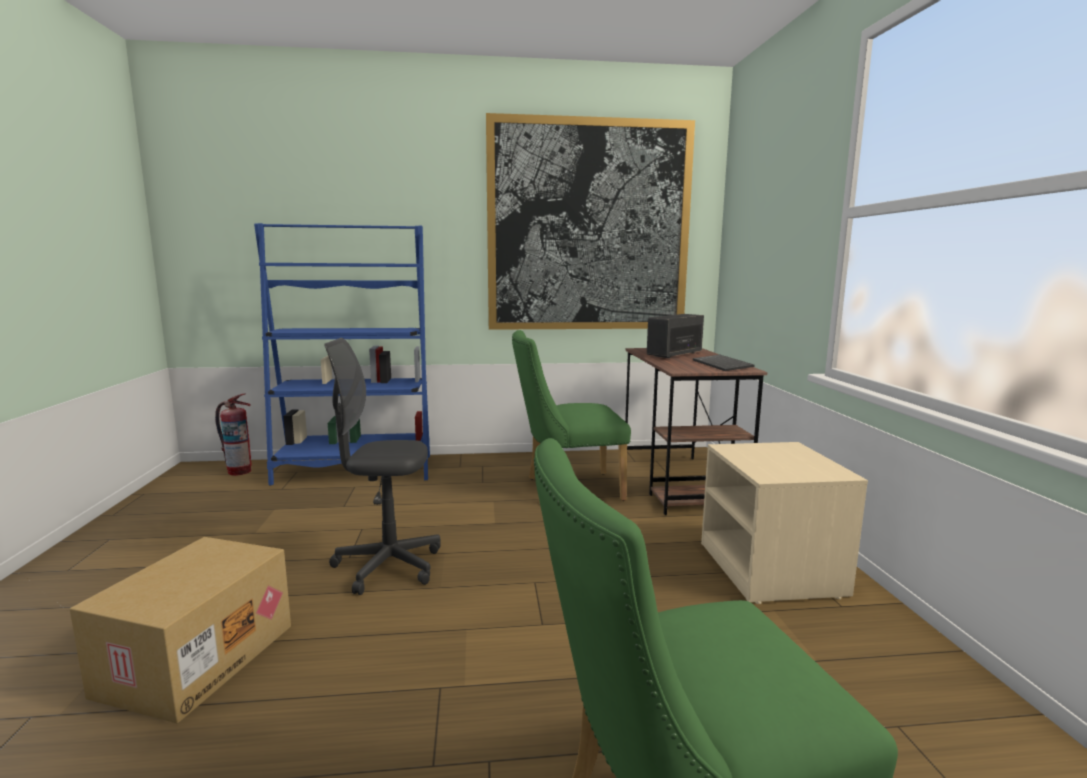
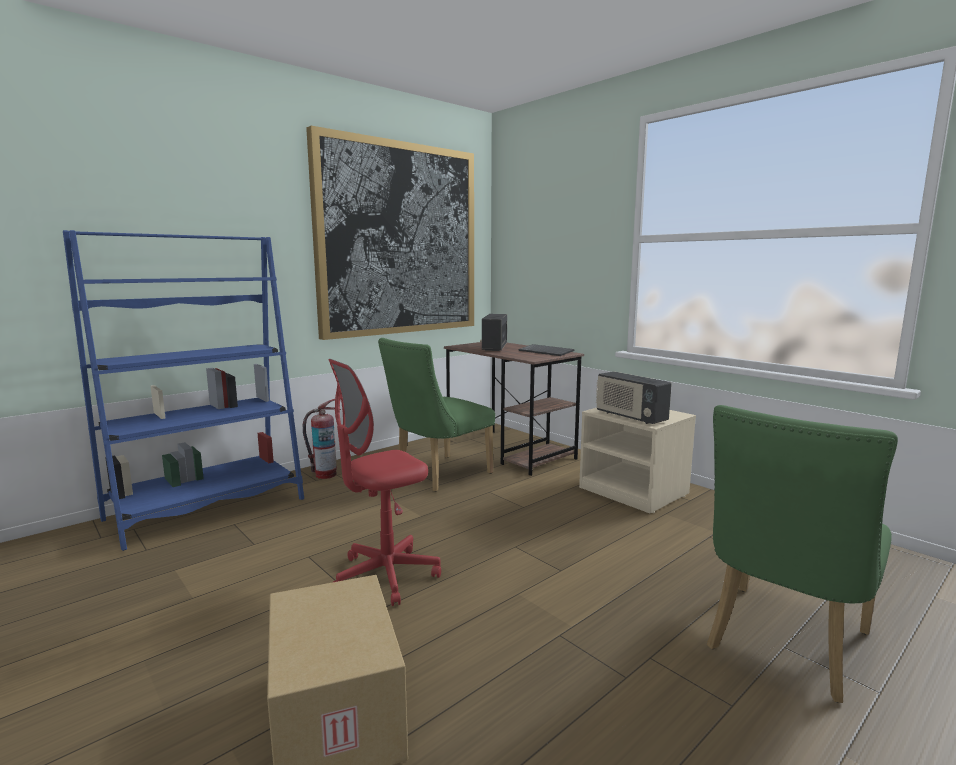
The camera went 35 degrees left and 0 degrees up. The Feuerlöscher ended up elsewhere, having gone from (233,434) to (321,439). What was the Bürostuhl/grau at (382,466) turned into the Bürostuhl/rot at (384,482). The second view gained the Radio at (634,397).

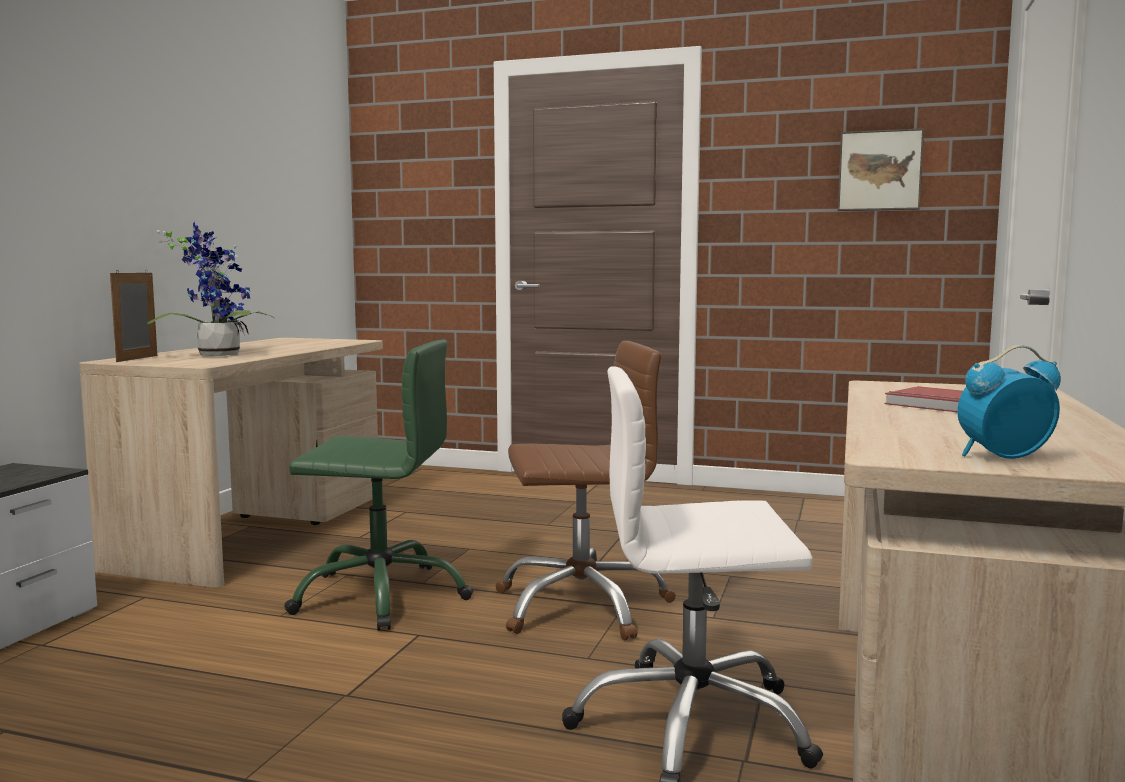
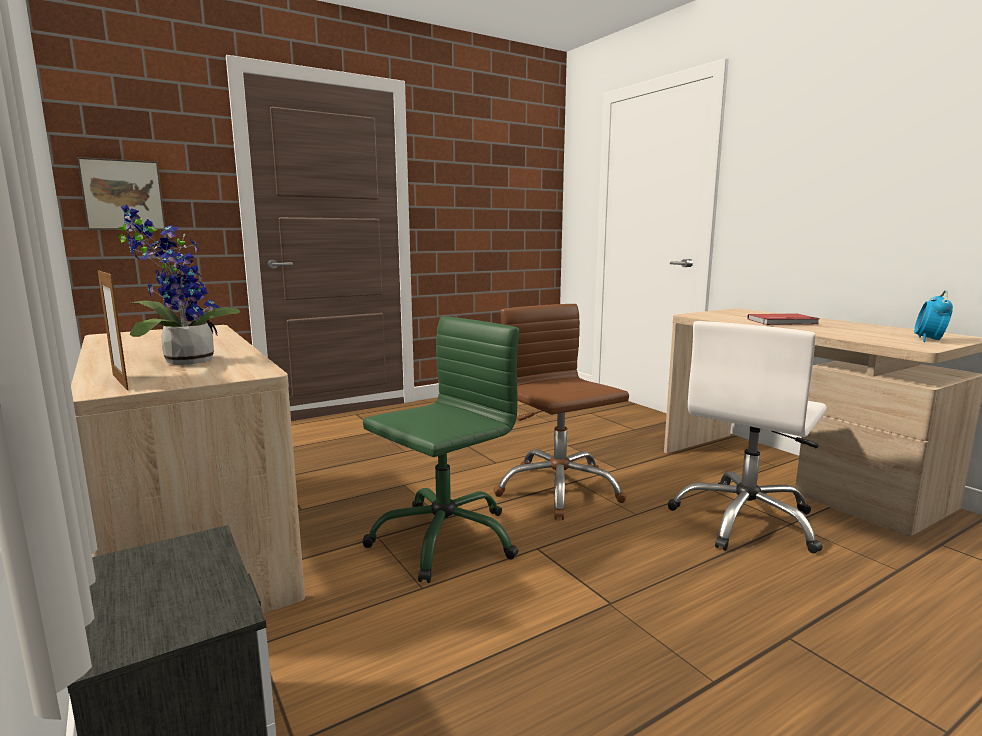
The camera went 50 degrees left and 5 degrees up. The Bürostuhl/braun at (586,491) ended up facing another way, 60 degrees counterclockwise from before. The Bild ended up elsewhere, having gone from (881,169) to (121,193).

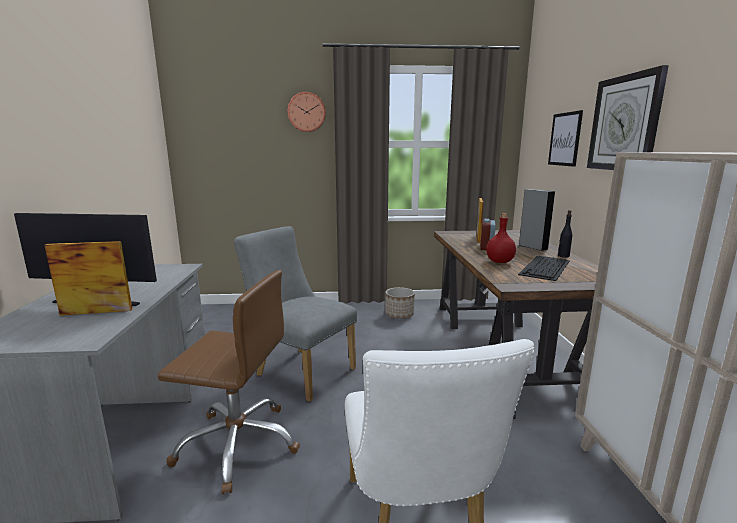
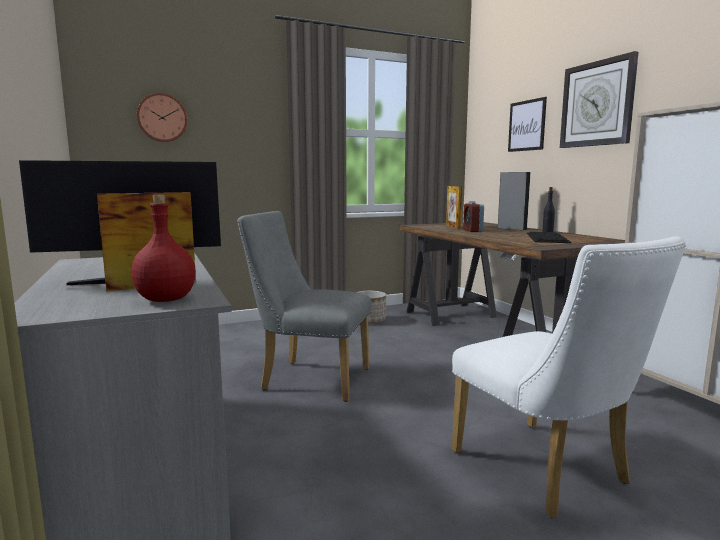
The camera went 20 degrees left and 5 degrees down. The second view lost the Bürostuhl/braun at (229,382). The Wanduhr ended up elsewhere, having gone from (307,112) to (162,117). The Flasche/rot ended up elsewhere, having gone from (501,238) to (163,248).

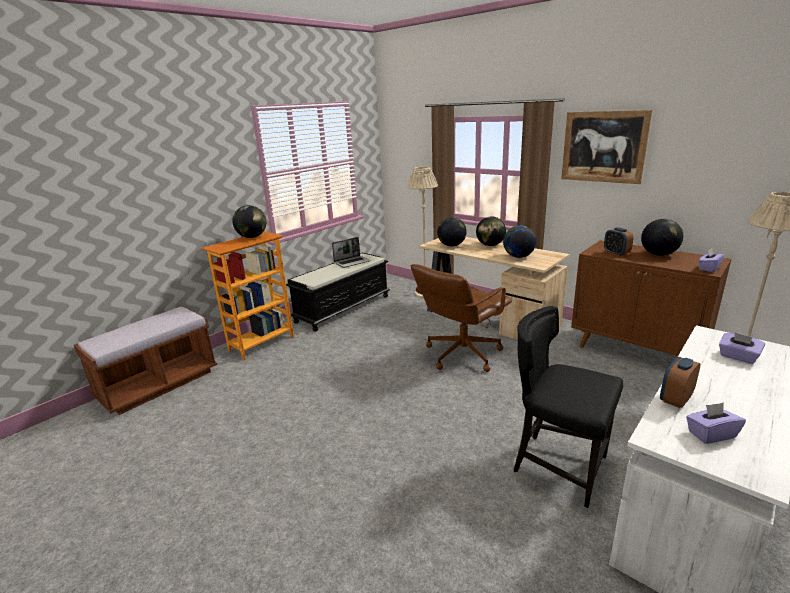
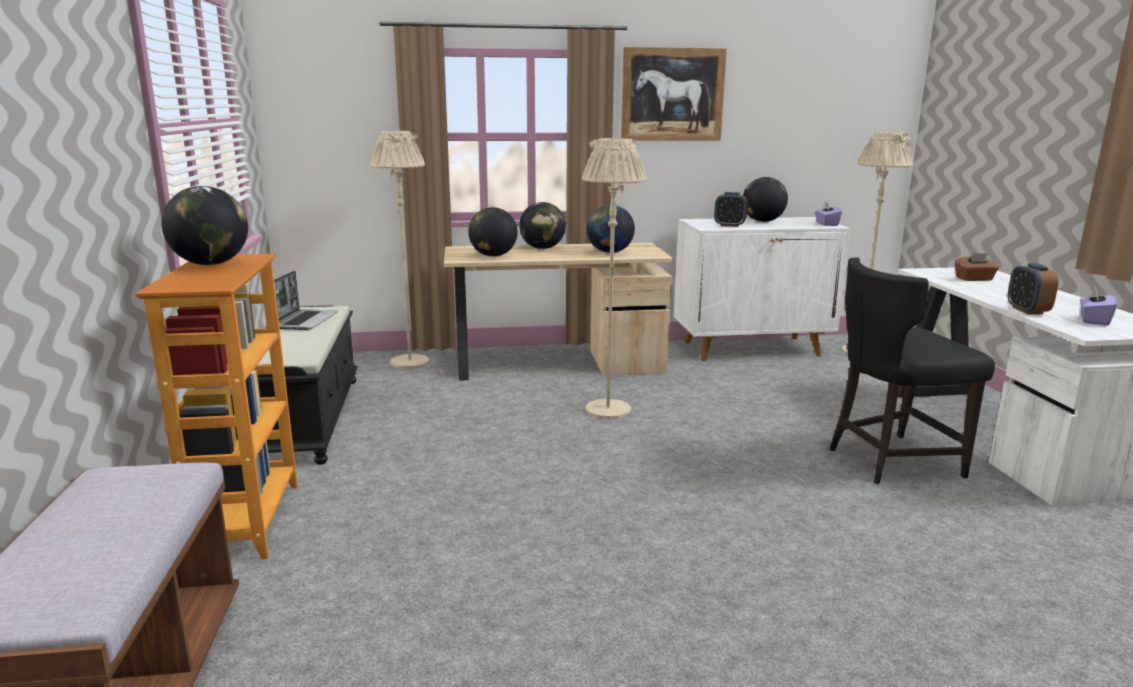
The camera went 50 degrees left and 5 degrees down. Where the Bürostuhl/braun stood at (461,318), the Stehlampe/beige came to stand at (614,278). What was the Schrank/braun at (651,298) turned into the Schrank/weiß at (762,289). What was the Taschentuchbox/lila at (742,348) turned into the Taschentuchbox/braun at (977,267).

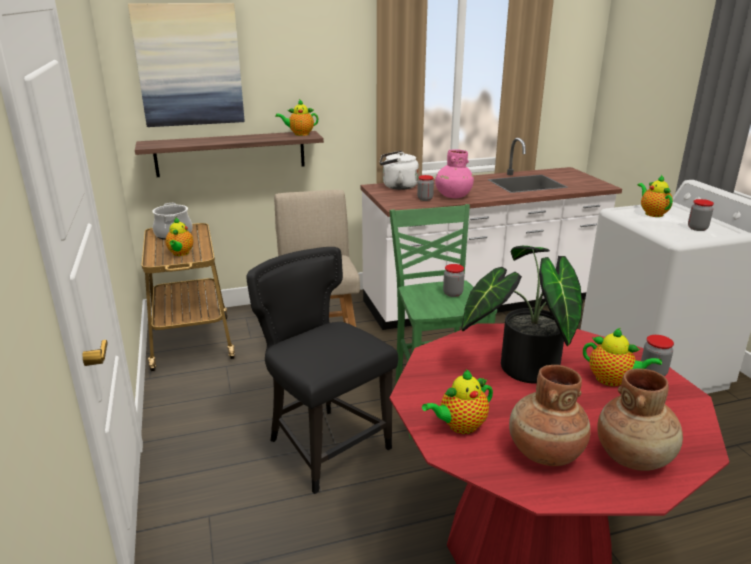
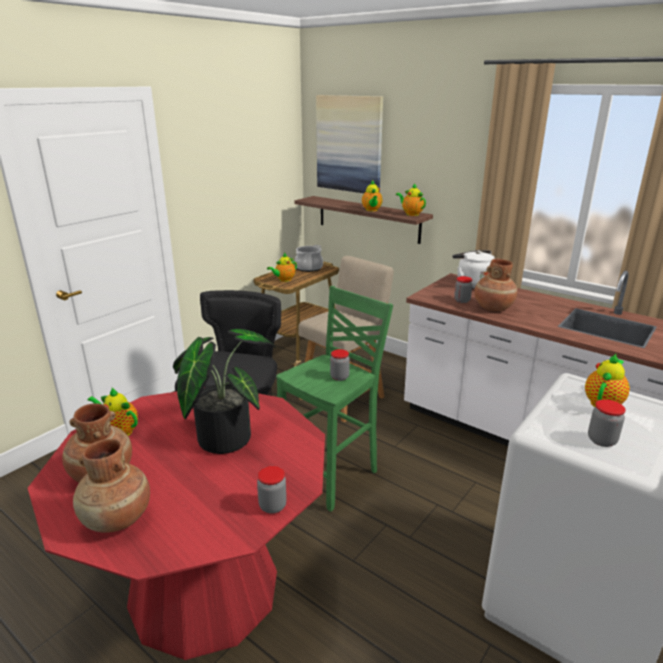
The camera went 55 degrees right and 0 degrees up. What was the Vase/rosa at (454,173) turned into the Vase/braun at (495,285). The Teekanne ended up elsewhere, having gone from (622,357) to (372,195).

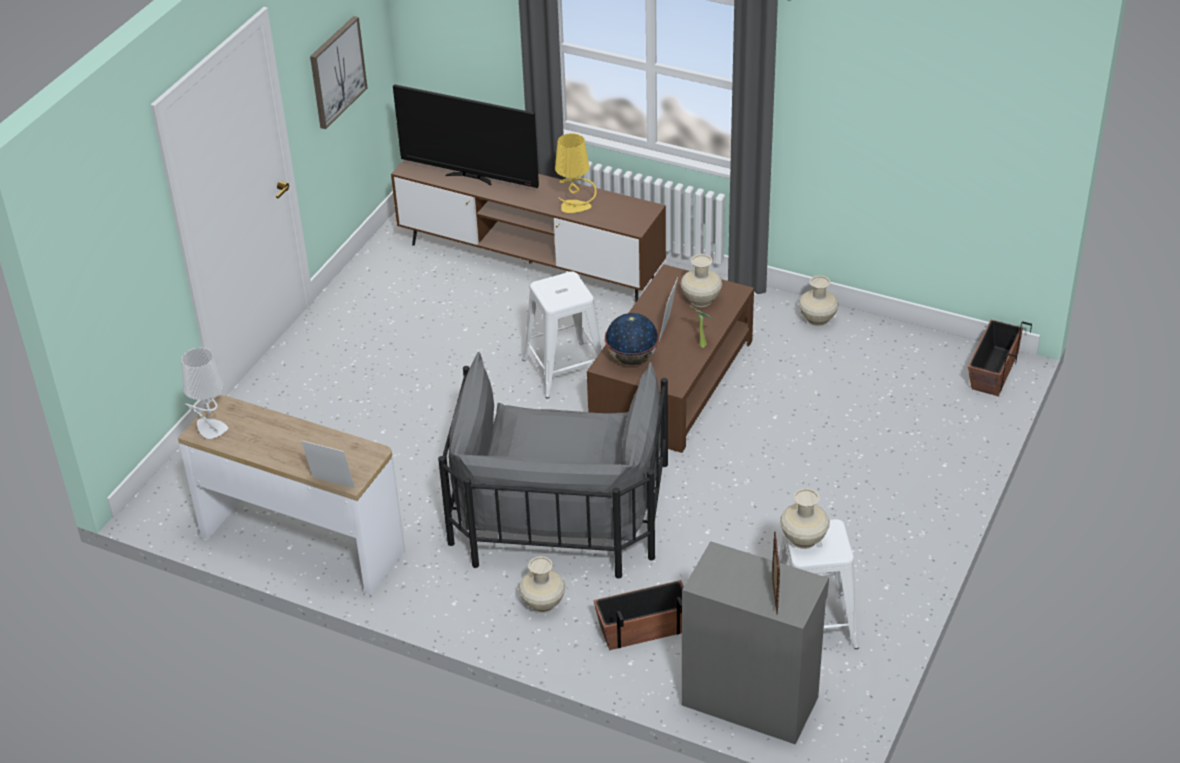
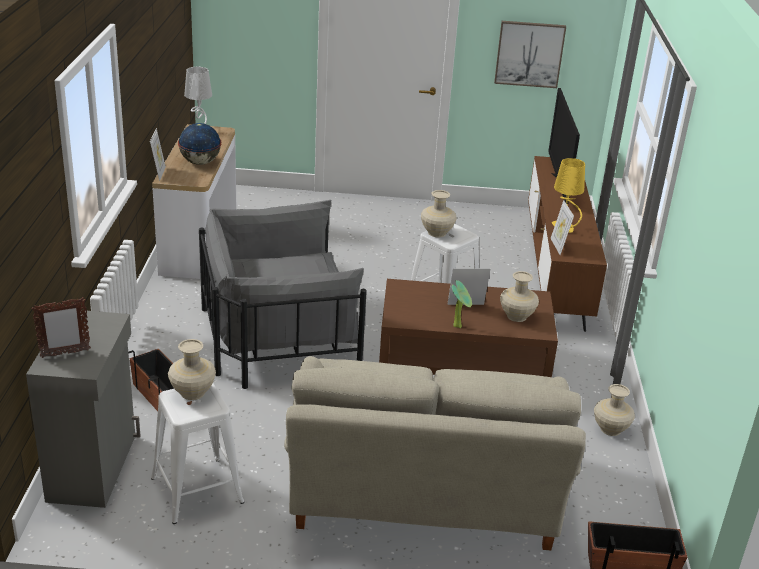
The camera went 65 degrees right and 10 degrees down. The Vase/beige ended up elsewhere, having gone from (542,584) to (439,214). The Globus ended up elsewhere, having gone from (632,339) to (199,144). The second view gained the Sofa/beige at (435,453). The second view gained the Bilderrahmen at (562,227).

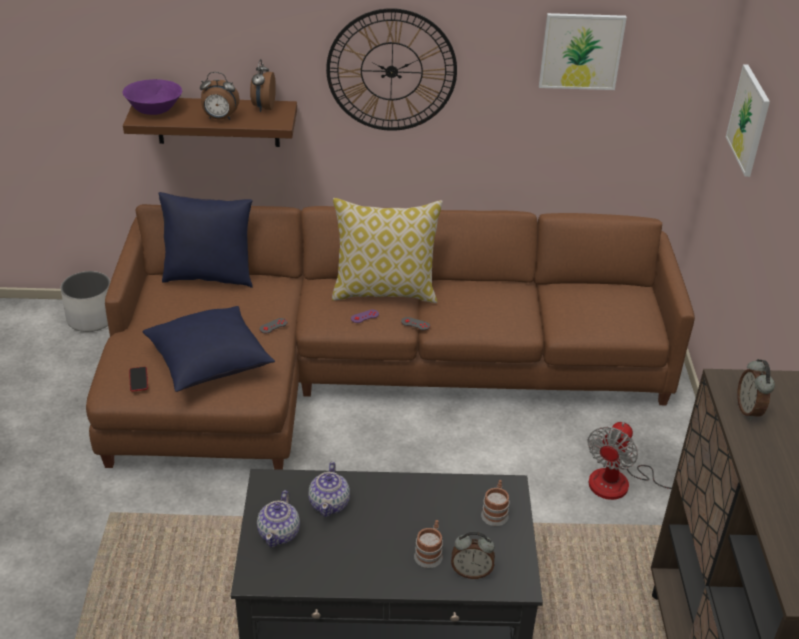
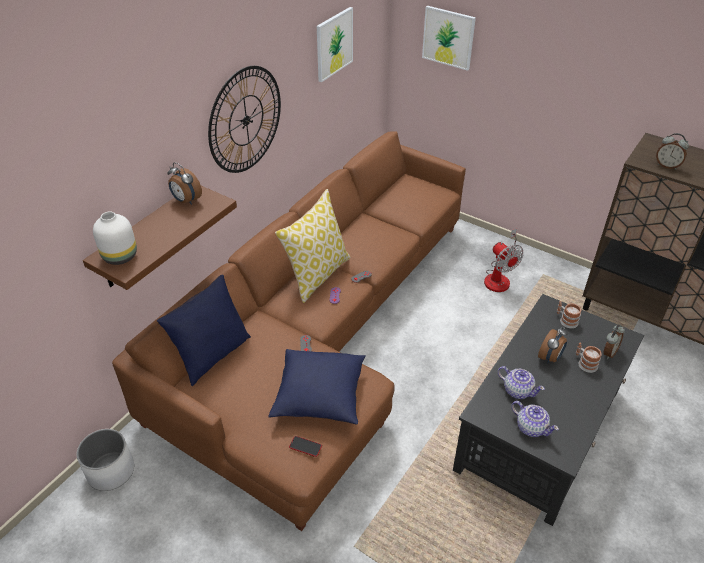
The camera went 55 degrees left and 5 degrees up. Where the Schüssel/lila stood at (152,97), the Vase/weiß came to stand at (115,238). The Wecker ended up elsewhere, having gone from (220,96) to (553,345).

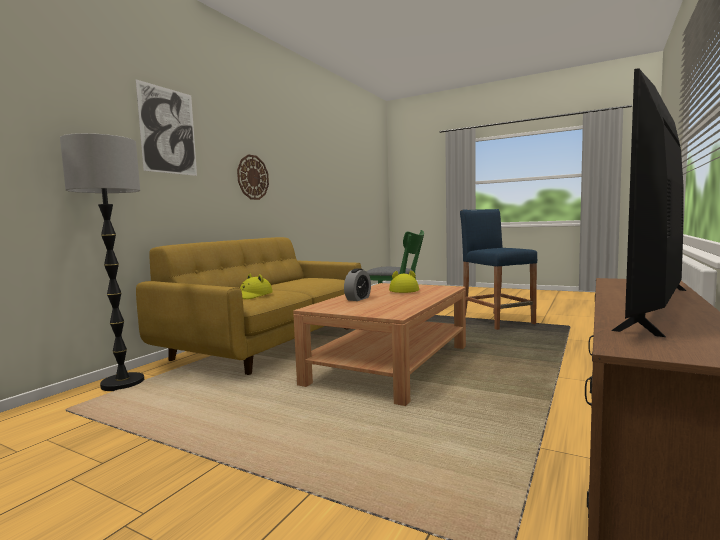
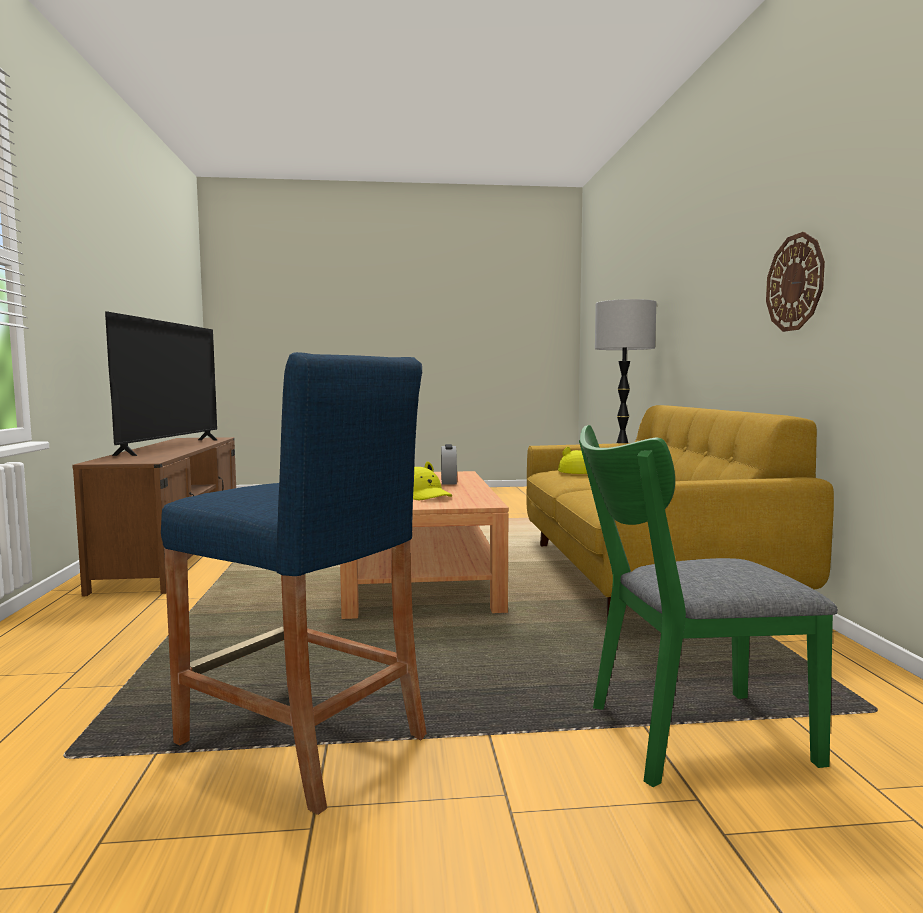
The camera went 145 degrees right and 0 degrees up. The second view lost the Bild at (166,127).

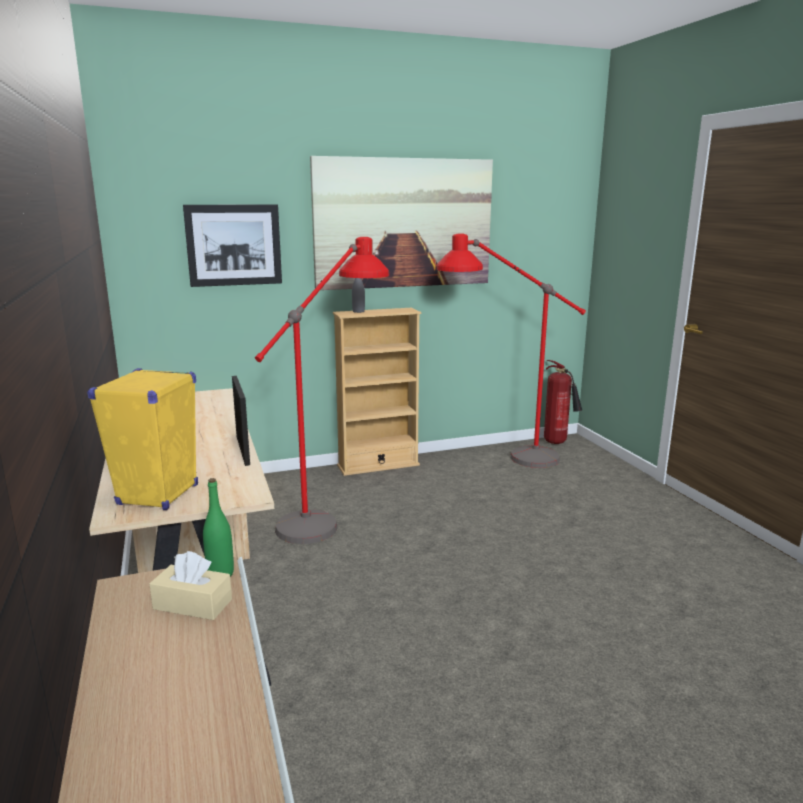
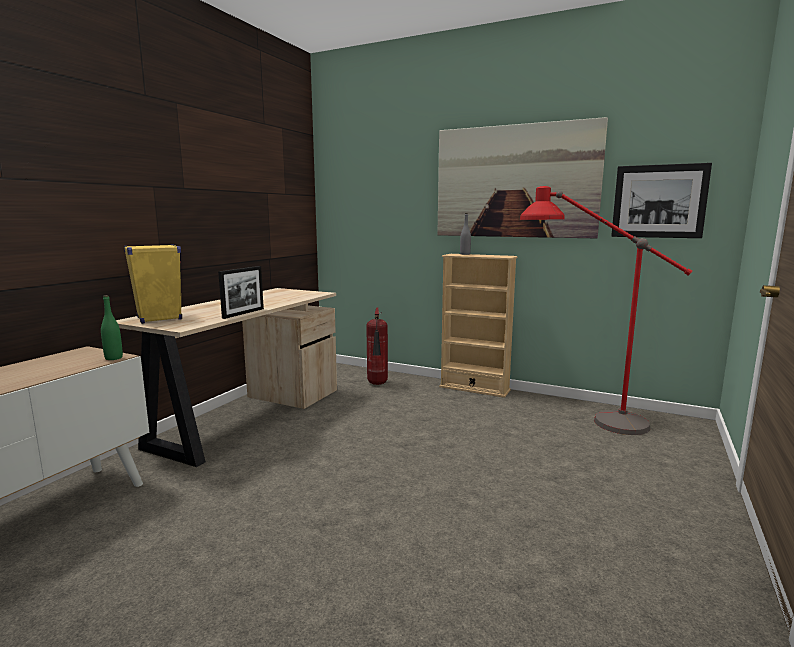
The camera went 45 degrees right and 5 degrees down. The second view lost the Taschentuchbox/beige at (190,585). The Bild ended up elsewhere, having gone from (232,245) to (661,200). The second view lost the Stehlampe/rot at (322,390). The Feuerlöscher ended up elsewhere, having gone from (563,402) to (377,346).

